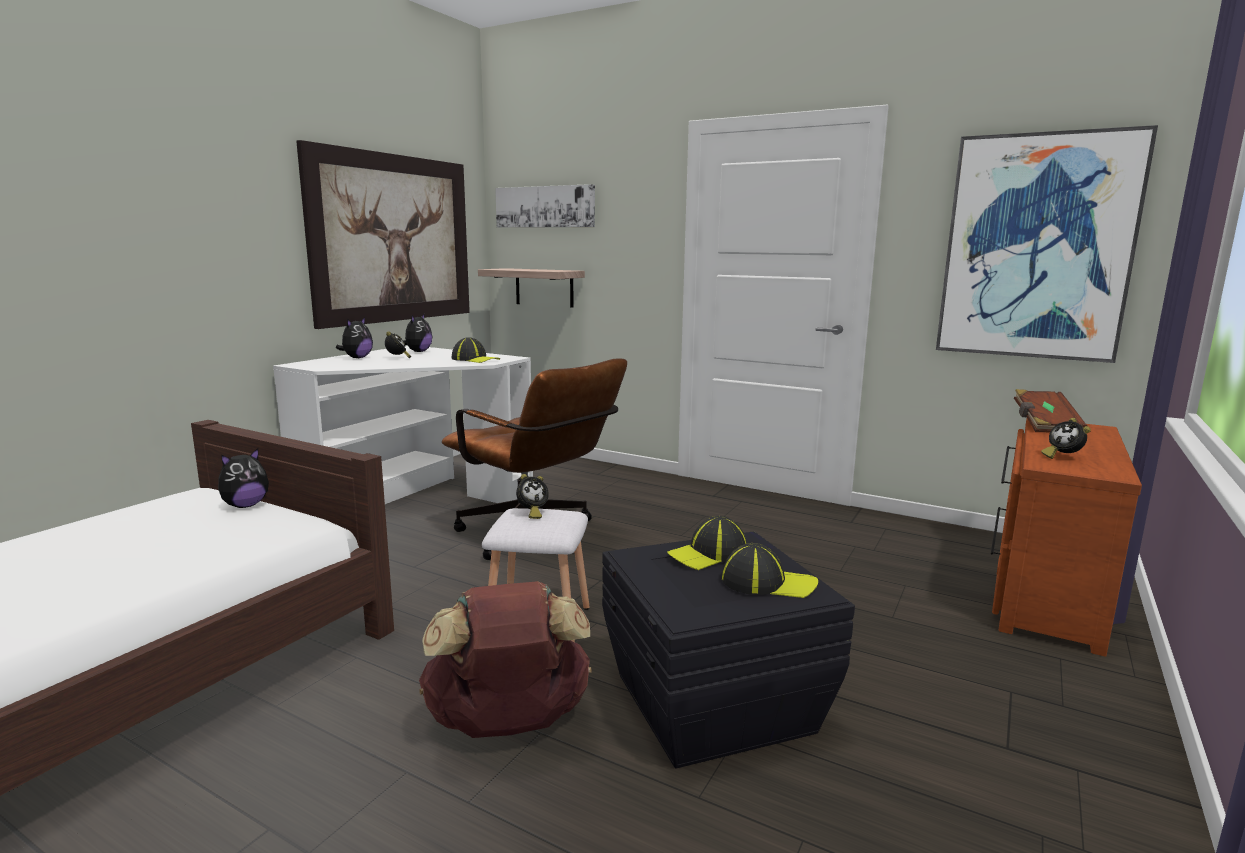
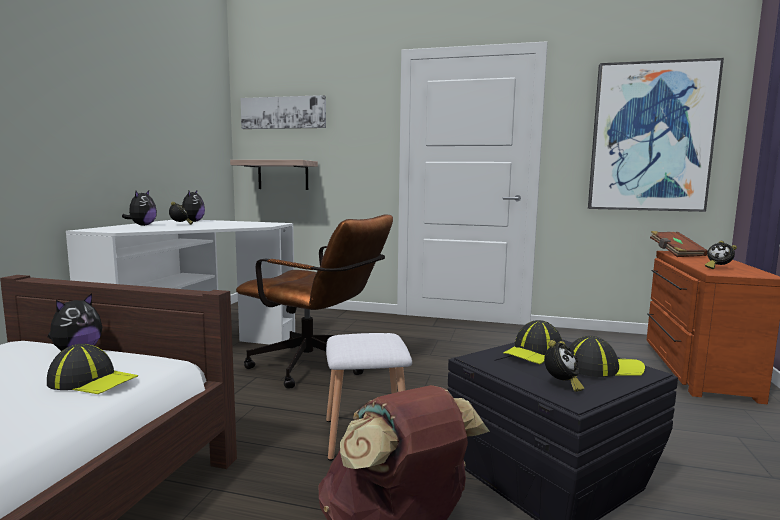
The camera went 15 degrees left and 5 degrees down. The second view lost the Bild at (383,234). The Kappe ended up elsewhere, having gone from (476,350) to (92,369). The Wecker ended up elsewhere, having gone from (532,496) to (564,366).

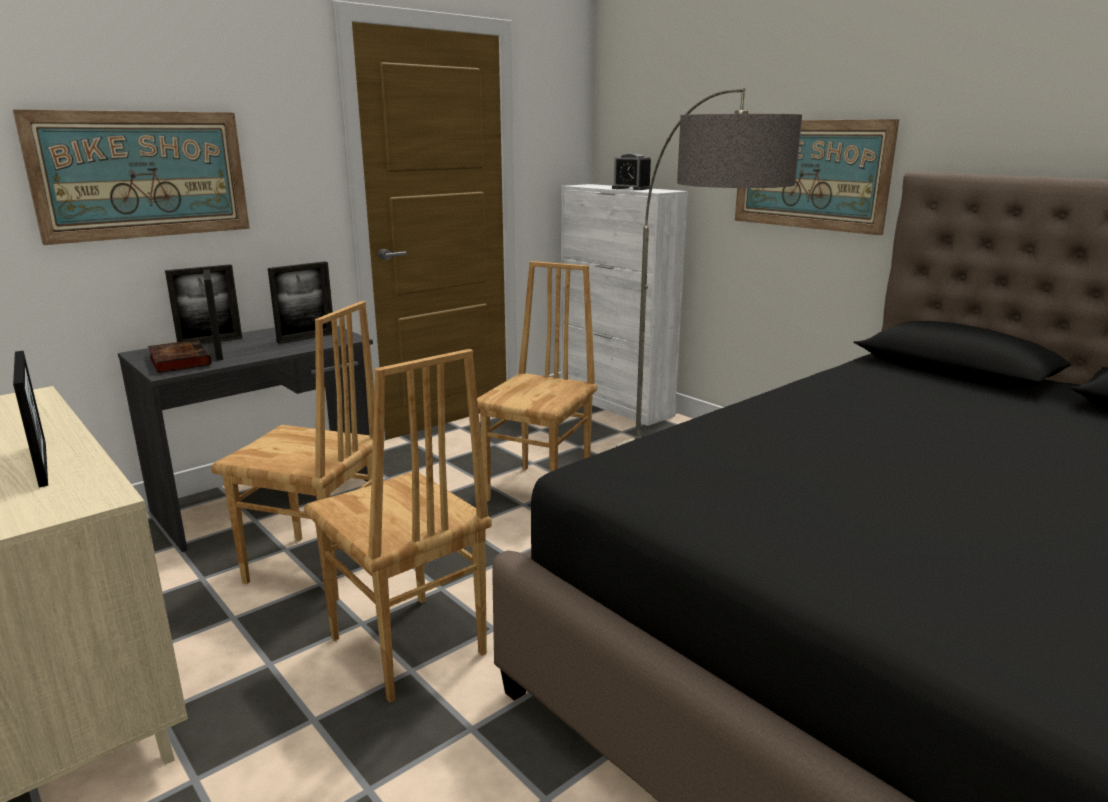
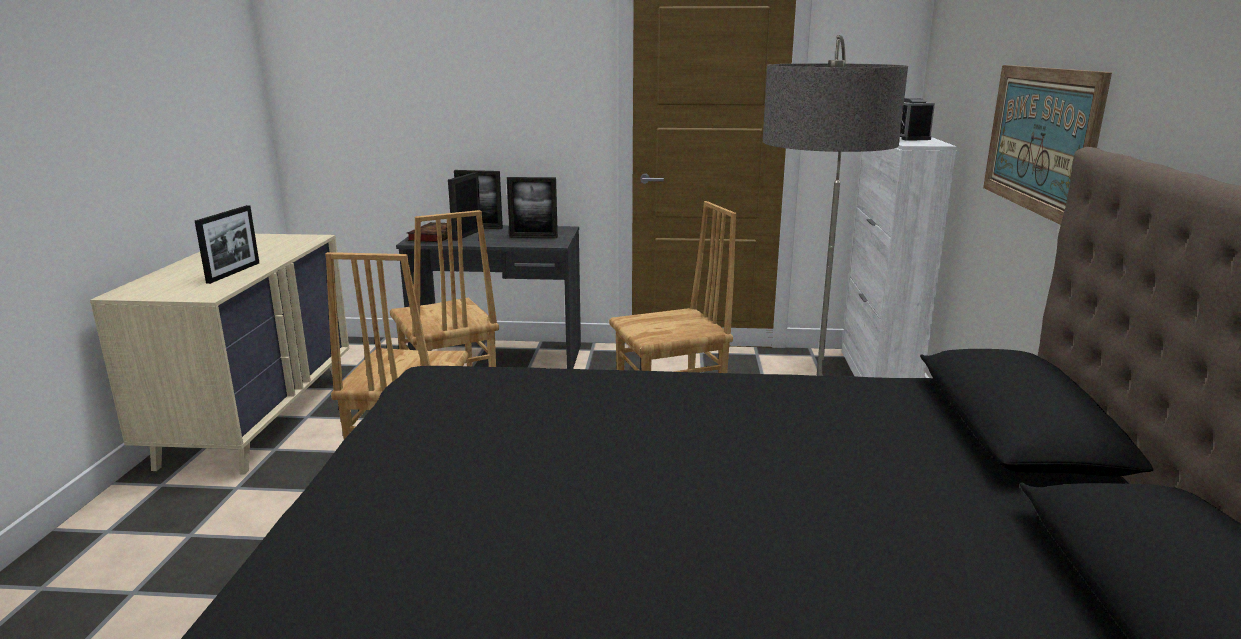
The camera went 45 degrees right and 0 degrees up. The second view lost the Bild at (131,177).

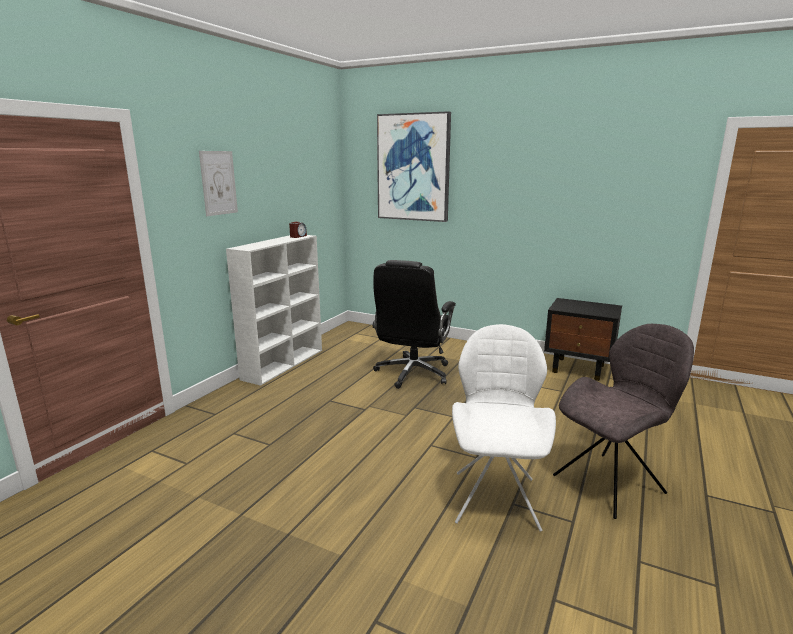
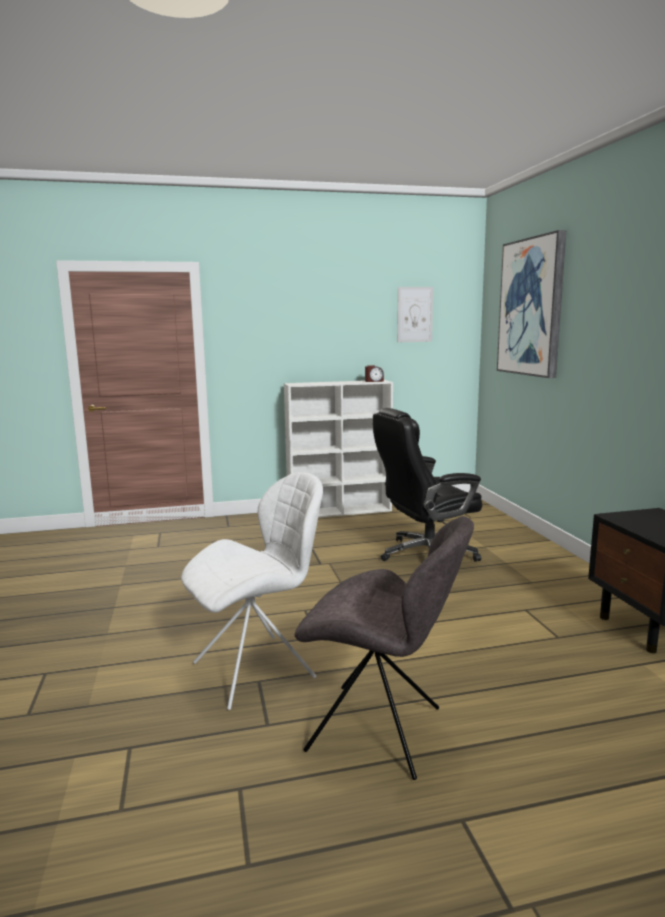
The camera went 50 degrees right and 5 degrees down. The Bild ended up elsewhere, having gone from (218,183) to (415,314).

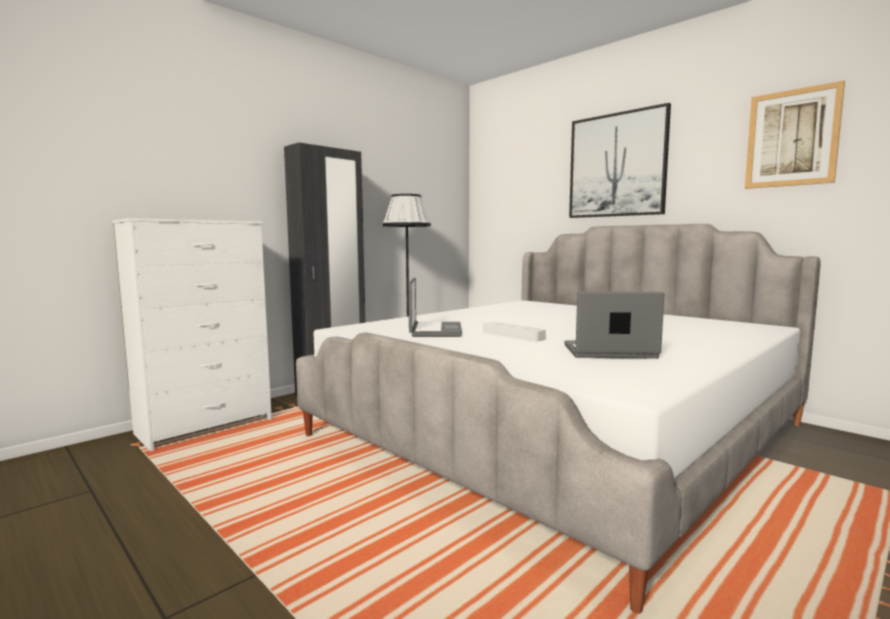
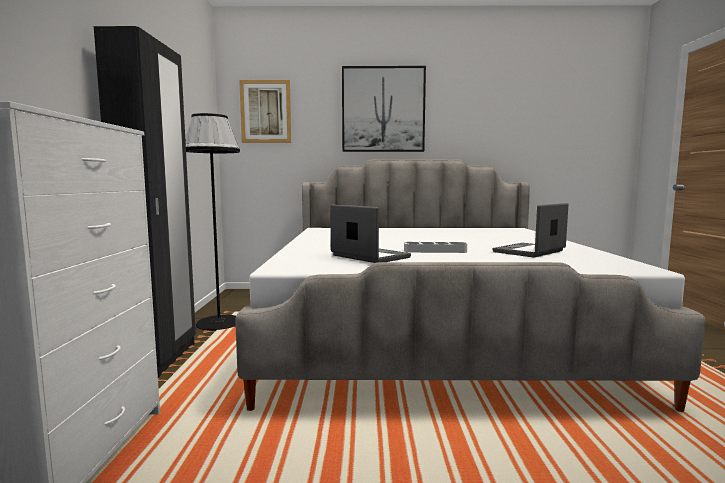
The camera went 45 degrees left and 0 degrees up. The Bild ended up elsewhere, having gone from (795,134) to (265,111).

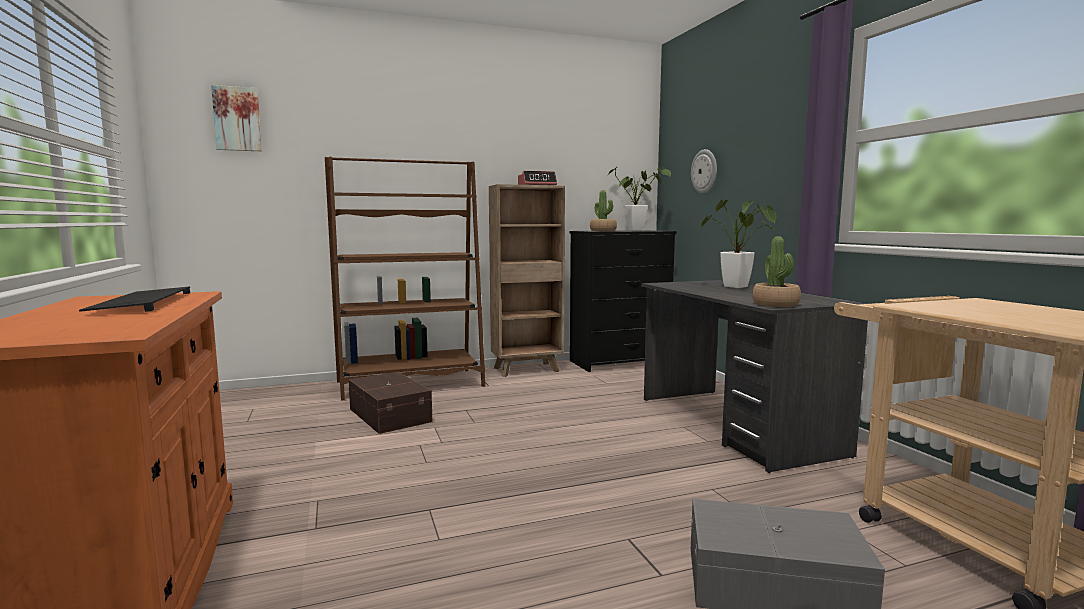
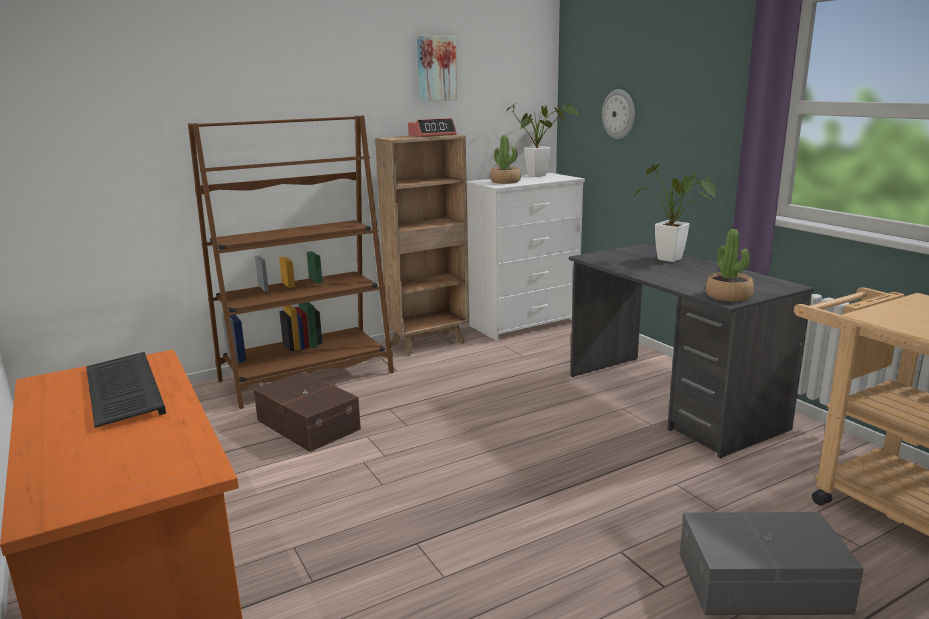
The camera went 10 degrees left and 10 degrees up. The Bild ended up elsewhere, having gone from (236,118) to (437,68). What was the Kommode/schwarz at (622,301) turned into the Kommode/weiß at (526,257).

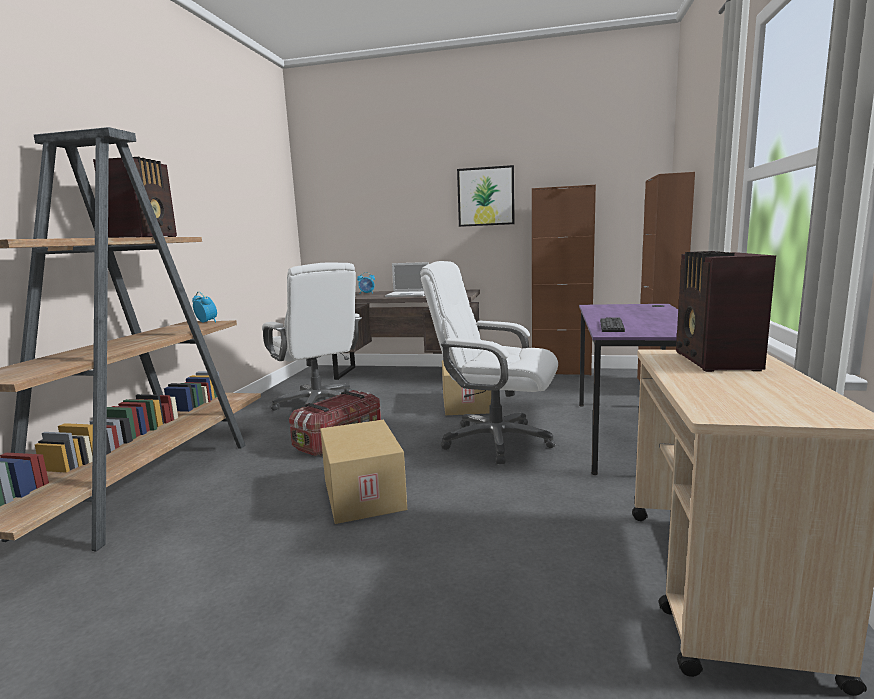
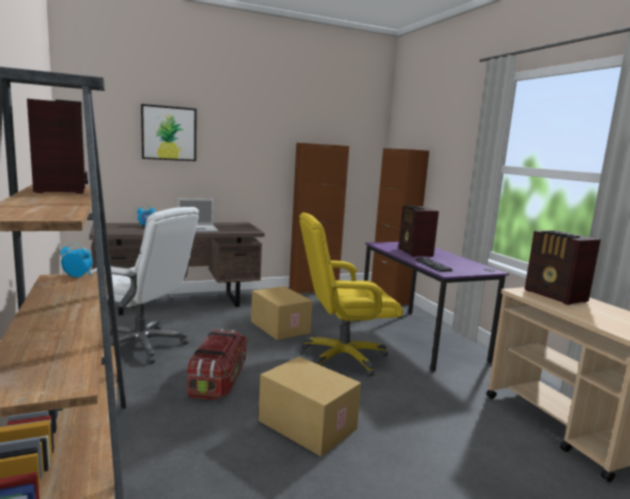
The camera went 35 degrees left and 0 degrees up. What was the Bürostuhl/weiß at (489,362) turned into the Bürostuhl/gelb at (351,294). The Bild ended up elsewhere, having gone from (486,196) to (169,132). The second view gained the Radio at (418,231).

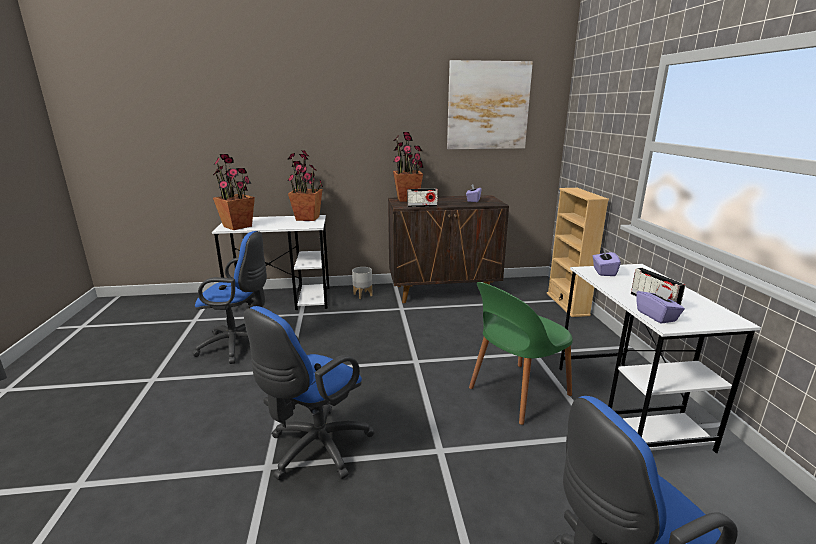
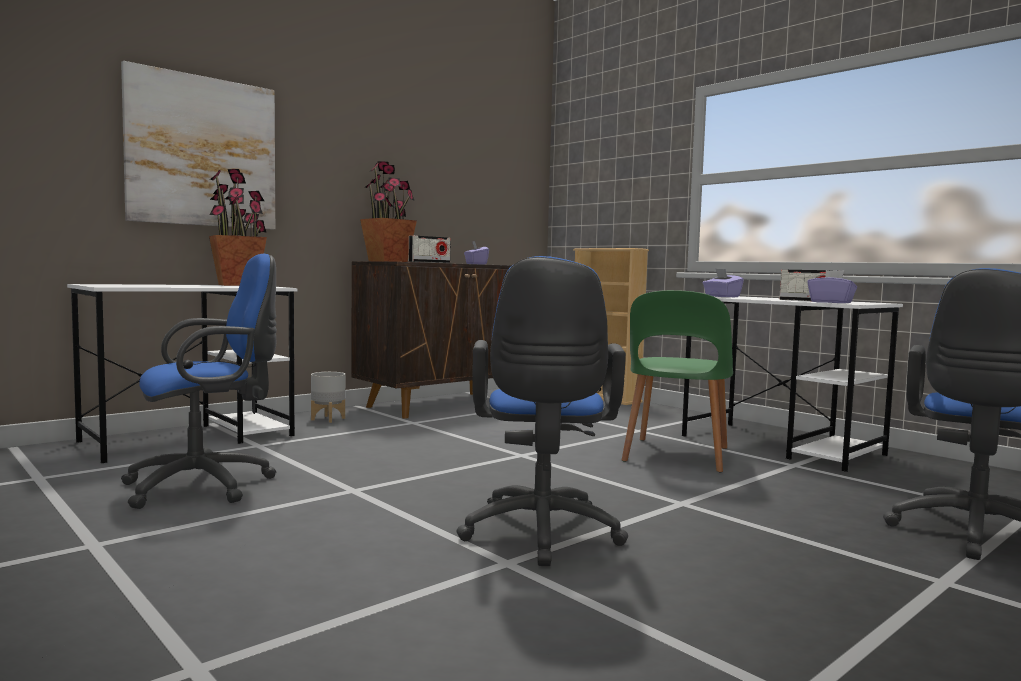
The camera went 35 degrees left and 15 degrees down. The second view lost the Topfpflanze at (234,192). The Bild ended up elsewhere, having gone from (490,104) to (198,145).

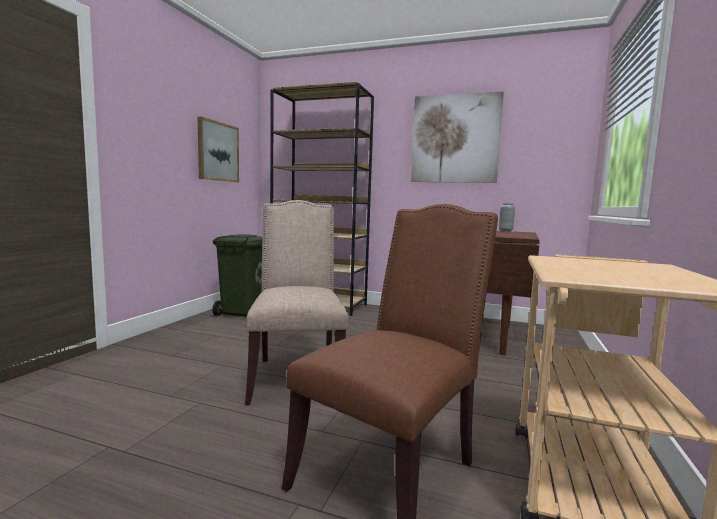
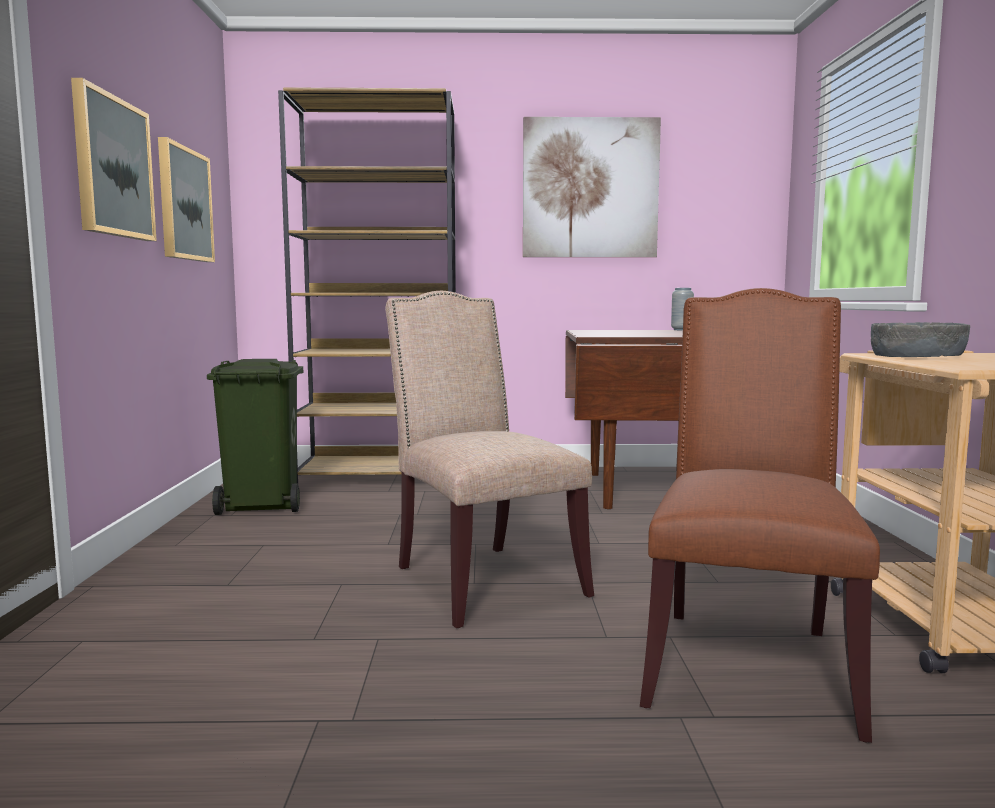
The camera went 20 degrees left and 0 degrees up. The second view gained the Bild at (114,159). The second view gained the Schüssel/grau at (920,339).

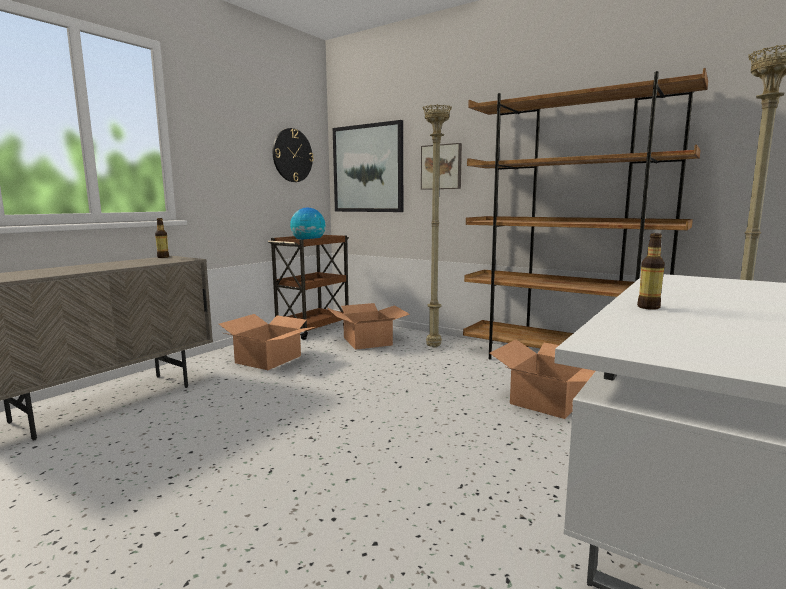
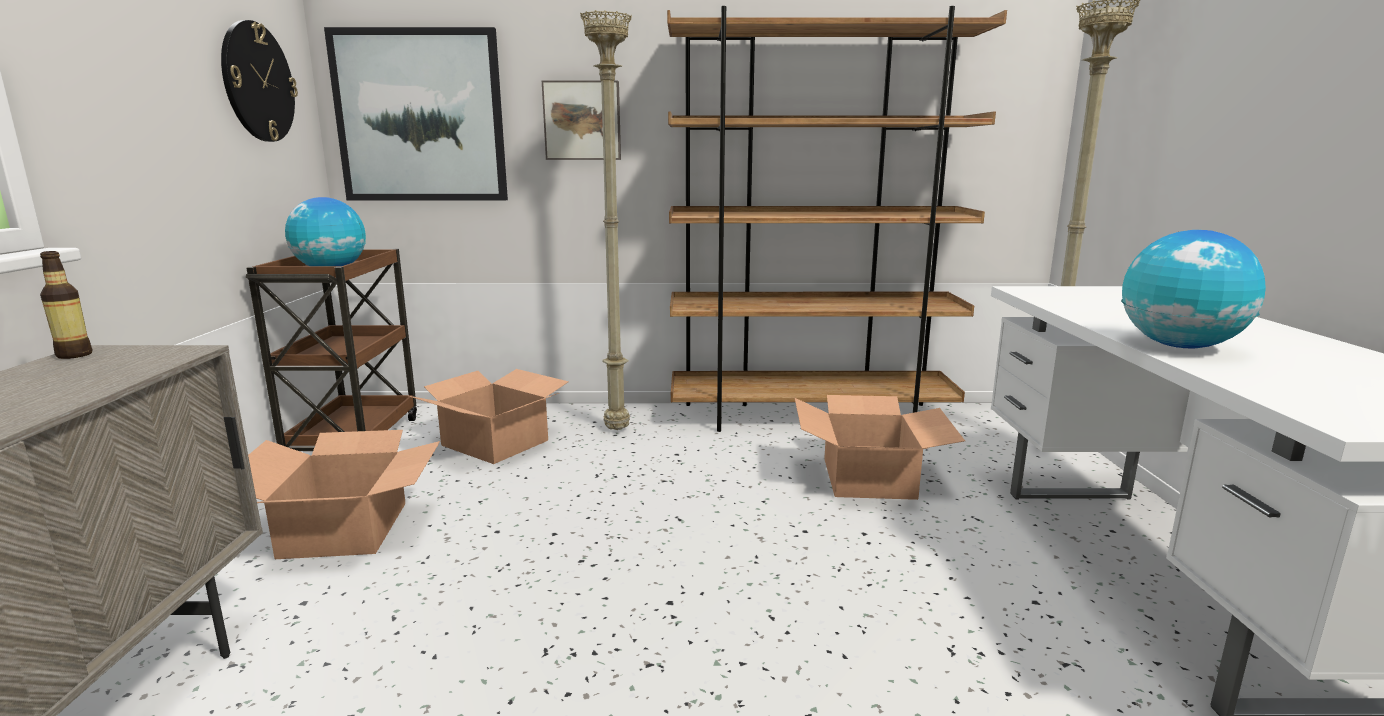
The camera went 35 degrees left and 5 degrees up. Where the Flasche stood at (651,271), the Globus came to stand at (1193,289).

